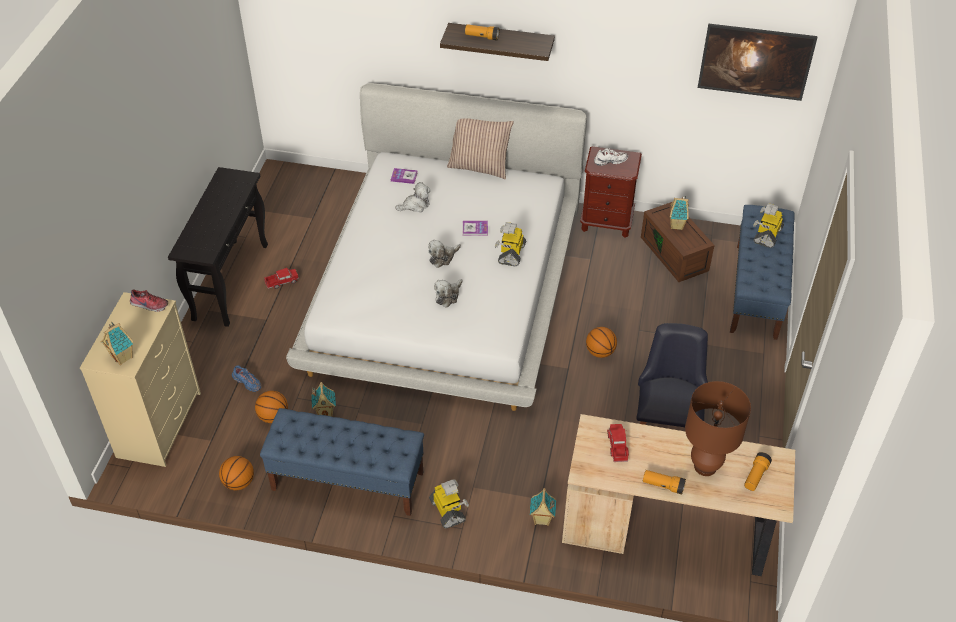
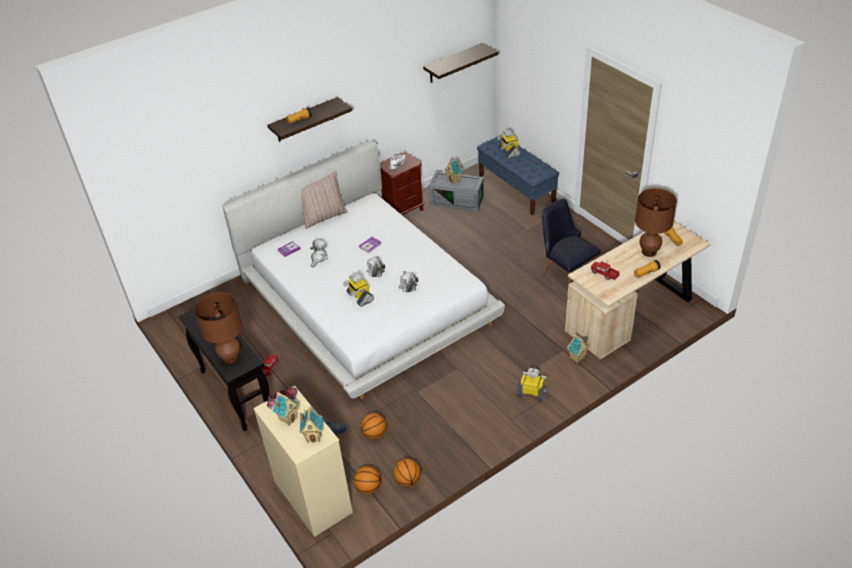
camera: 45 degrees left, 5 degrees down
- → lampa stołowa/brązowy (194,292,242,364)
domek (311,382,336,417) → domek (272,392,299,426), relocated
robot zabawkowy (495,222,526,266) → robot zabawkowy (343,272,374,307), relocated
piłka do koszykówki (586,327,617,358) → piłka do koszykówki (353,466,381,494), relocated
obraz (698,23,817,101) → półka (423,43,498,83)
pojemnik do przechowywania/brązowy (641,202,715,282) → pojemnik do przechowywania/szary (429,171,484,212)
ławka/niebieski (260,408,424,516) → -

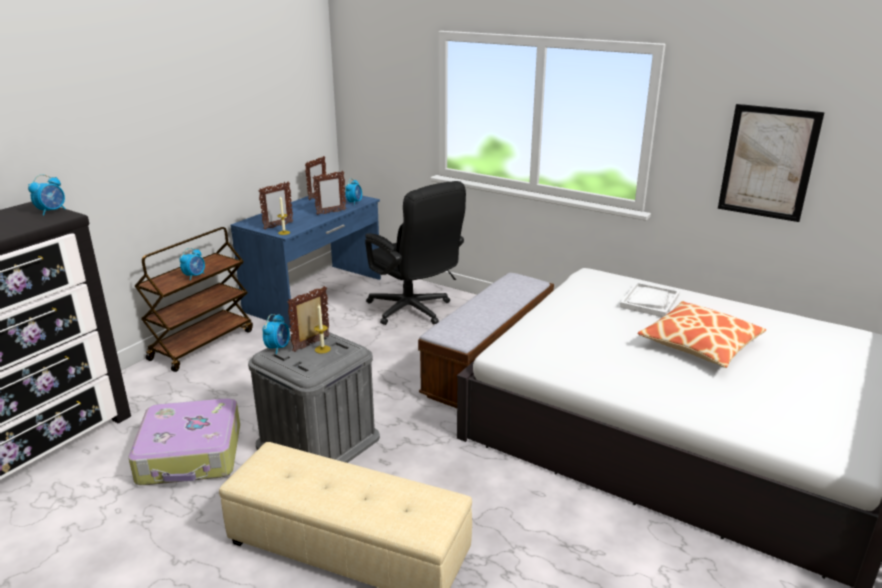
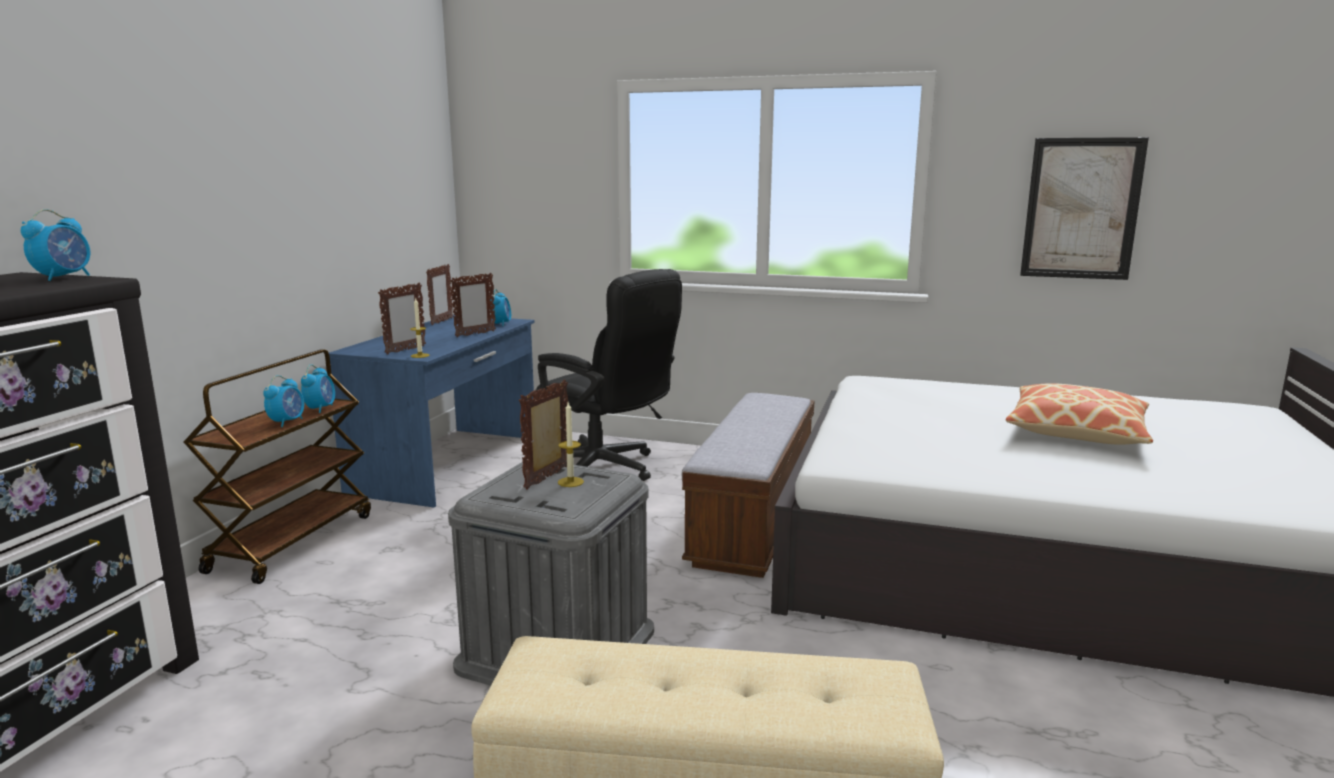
camera: 15 degrees left, 10 degrees down
budzik (262,314,290,354) → budzik (301,365,335,413), relocated
walizka (128,398,240,485) → -
taca/biały (620,282,680,317) → -

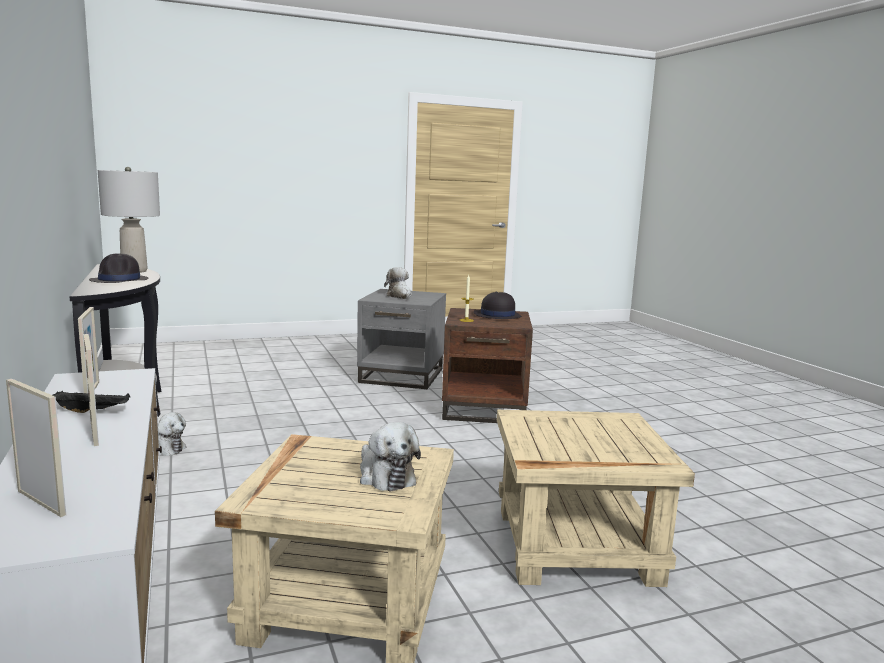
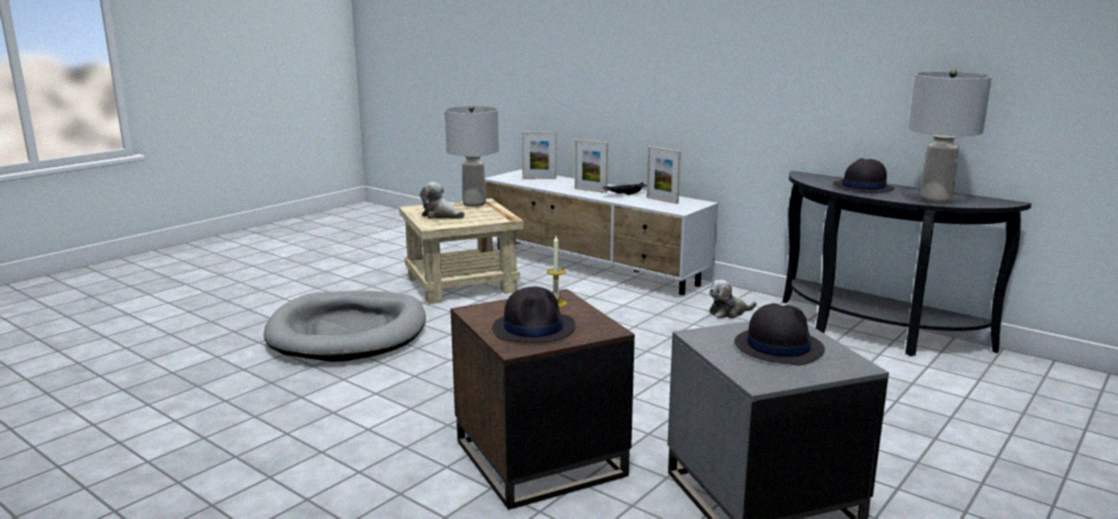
camera: 150 degrees right, 5 degrees up
stolik/beżowy (497,410,695,587) → legowisko/szary (264,291,426,362)
- → lampa stołowa/szary (445,105,499,207)
pluszak (384,267,412,300) → kapelusz/czarny (735,303,825,365)

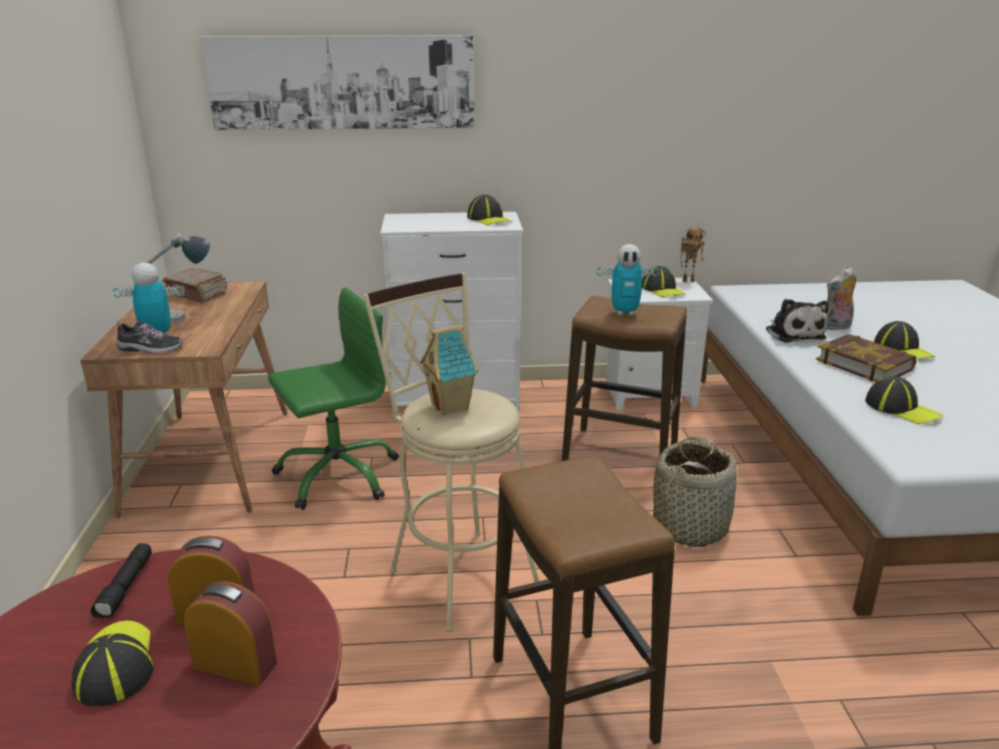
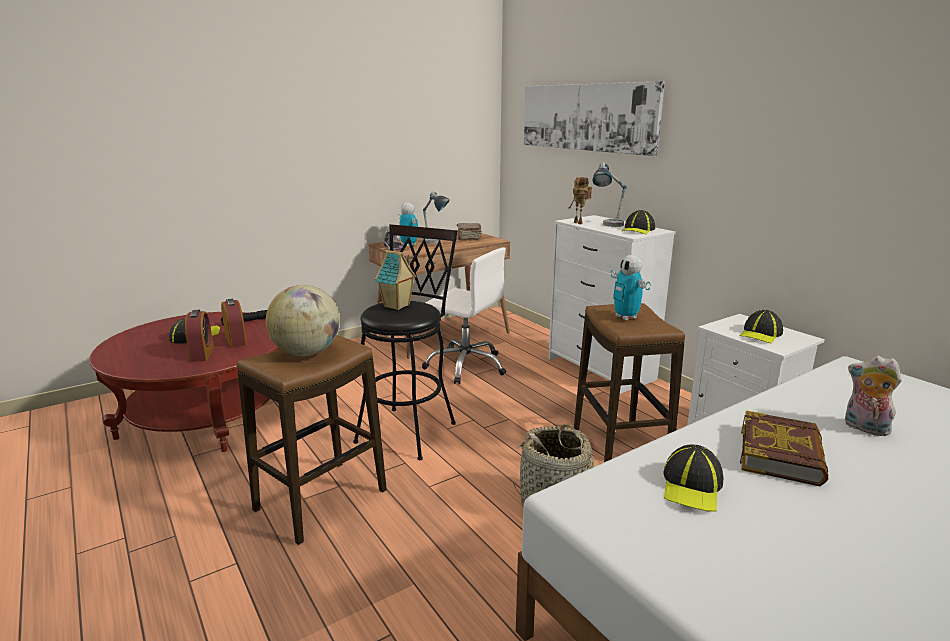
camera: 60 degrees right, 5 degrees down
- → globus (266,285,340,356)
stołek/beżowy (363,273,539,632) → stołek/czarny (353,224,457,460)
krzesło biurowe/zielony (268,287,399,510) → krzesło biurowe/biały (422,247,506,384)
robot zabawkowy (680,228,706,282) → robot zabawkowy (569,177,592,224), relocated
- → lampa stołowa (592,162,627,227)
pluszak (766,299,828,343) → -
czapka z daszkiem (874,321,935,359) → -

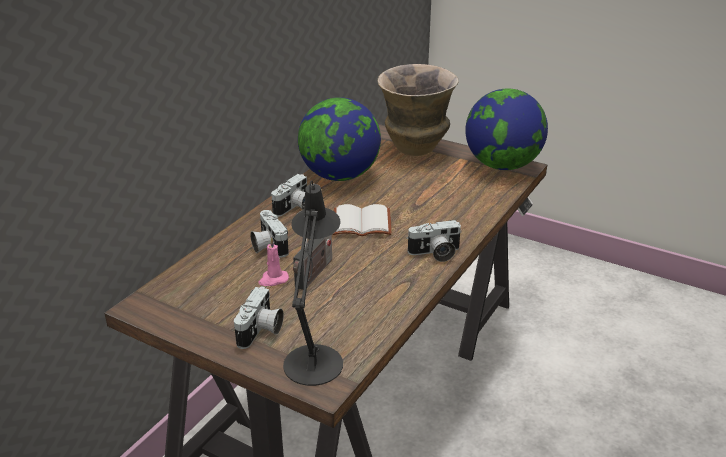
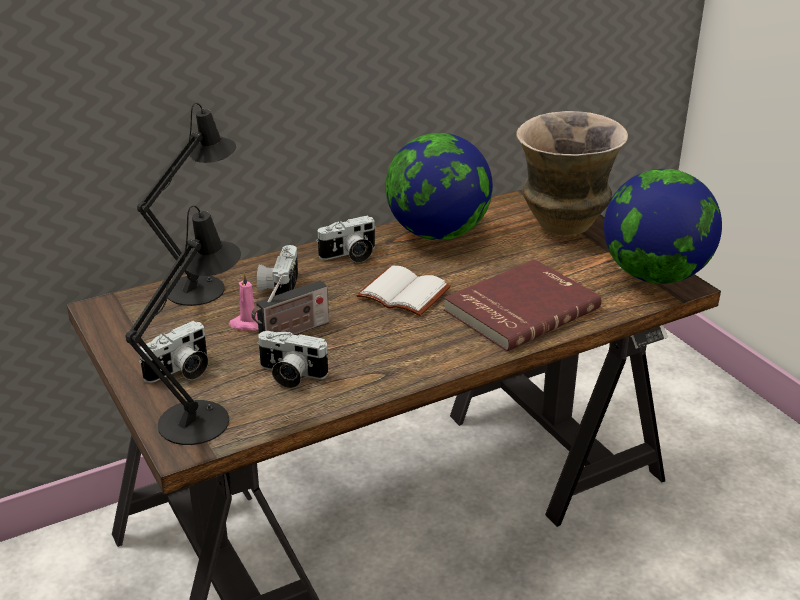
camera: 30 degrees right, 0 degrees up
- → lampa stołowa/czarny (137,103,236,306)
aparat fotograficzny (406,220,462,262) → aparat fotograficzny (257,331,330,388), relocated
- → książka/czerwony (444,260,602,351)

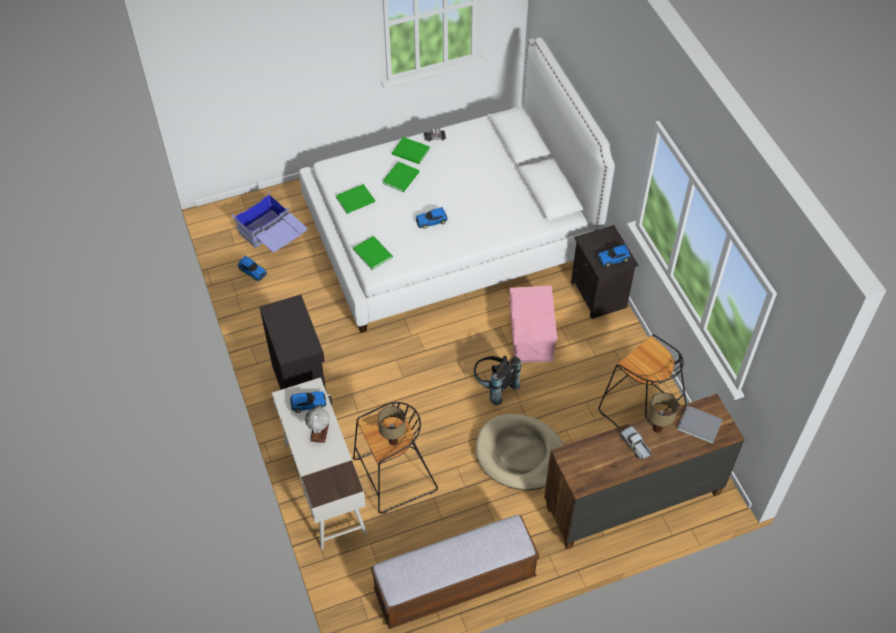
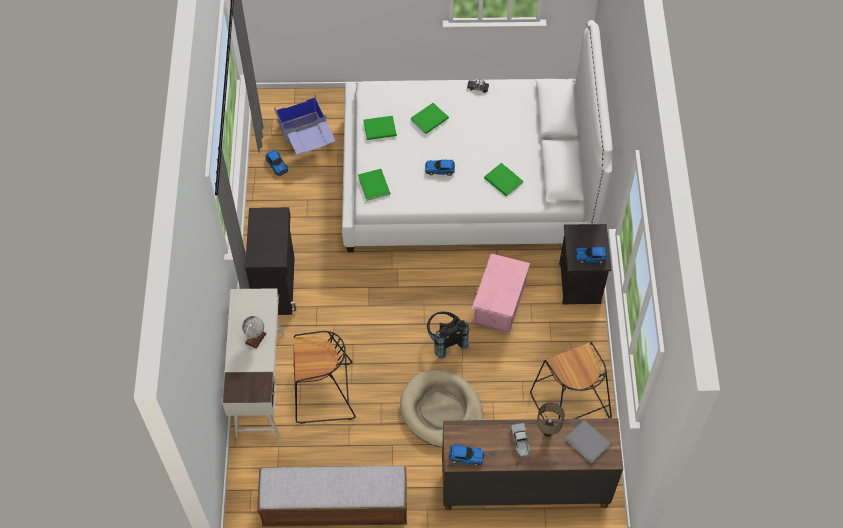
camera: 20 degrees right, 5 degrees up
samochodzik (290,391,326,413) → samochodzik (449,444,484,466), relocated
książka/zielony (392,137,430,164) → książka/zielony (484,163,523,196), relocated
lampa stołowa (378,406,406,445) → -

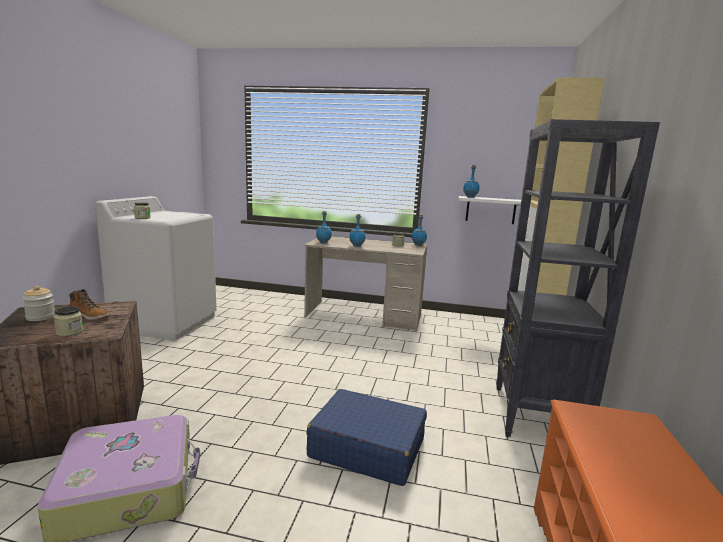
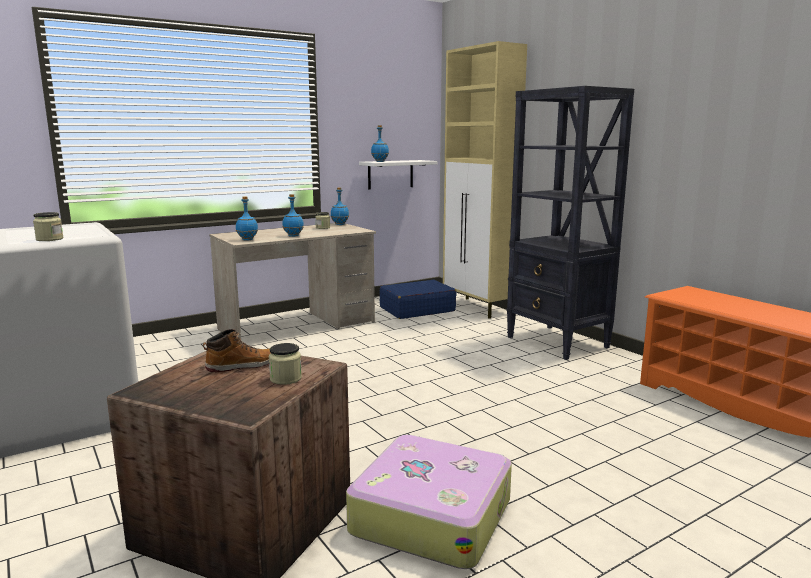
camera: 45 degrees left, 0 degrees up
walizka/niebieski (307,389,427,486) → walizka/niebieski (380,280,456,319), relocated
słoik (22,286,55,321) → -

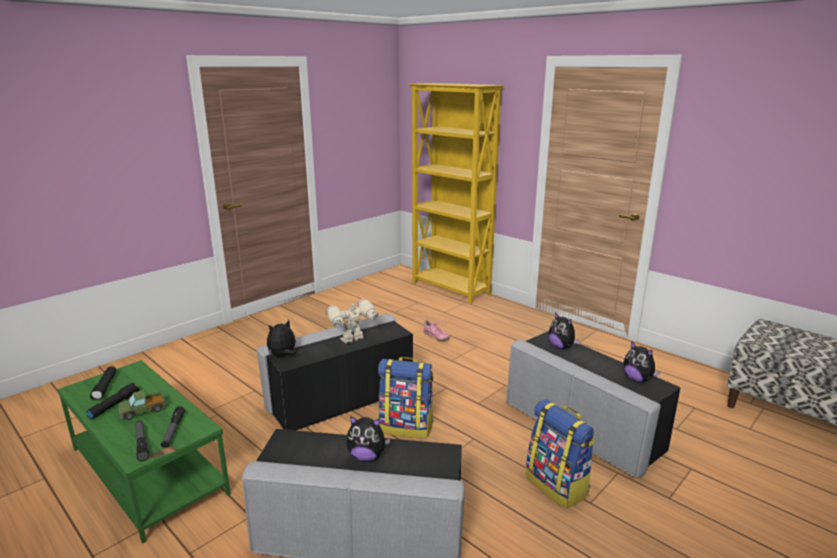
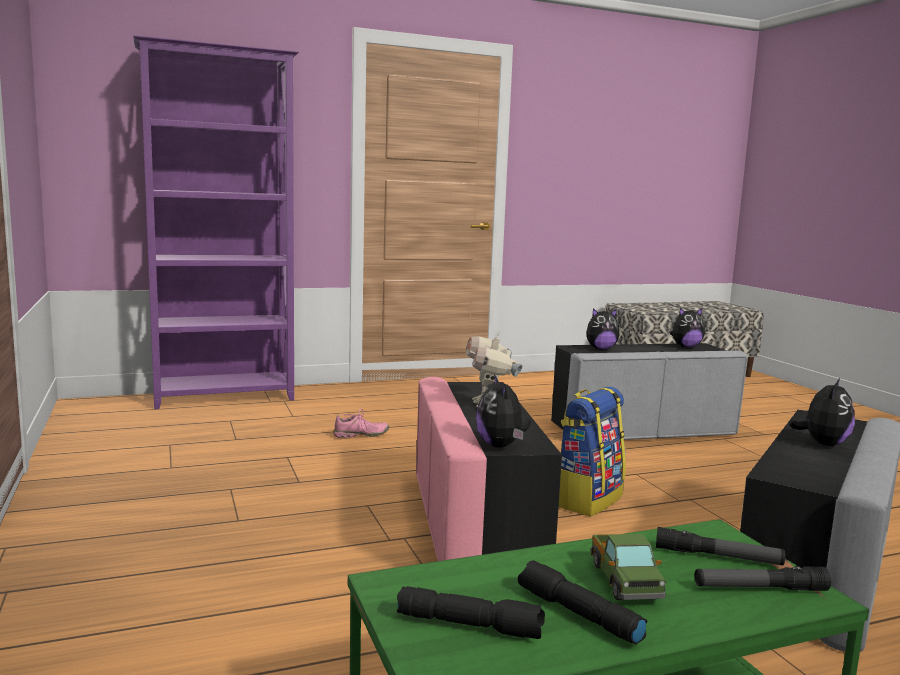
camera: 65 degrees left, 10 degrees down
regał/żółty (408,83,504,304) → regał/fioletowy (133,35,299,409)
pufa/szary (257,314,413,430) → pufa/różowy (416,377,562,561)
plecak (525,399,595,509) → -

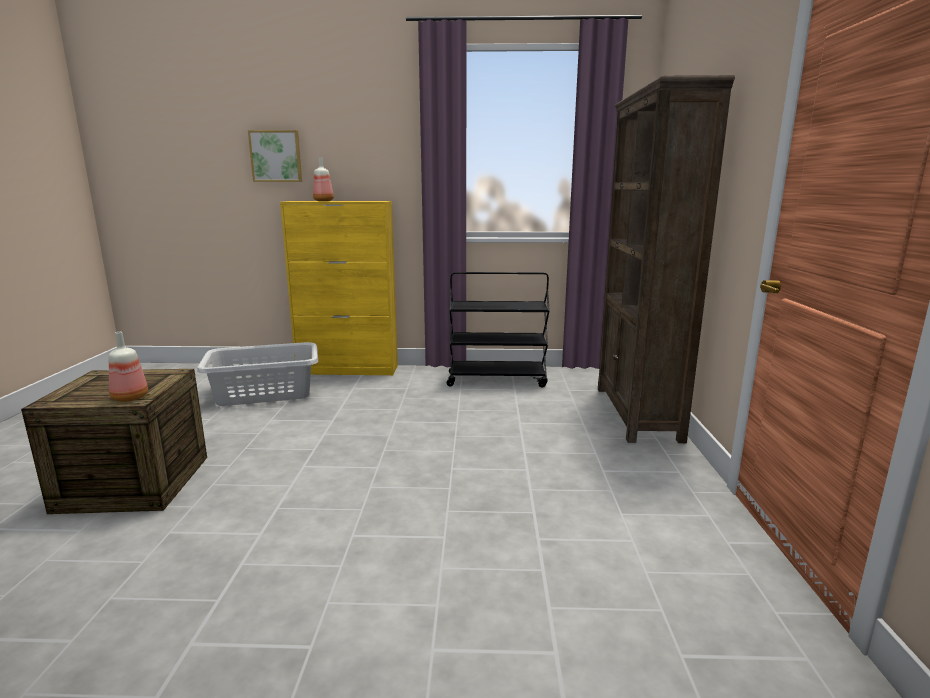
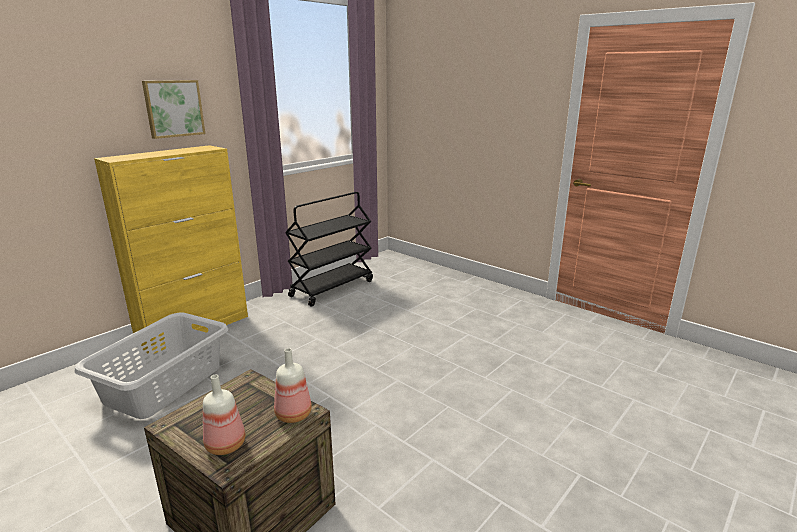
camera: 50 degrees left, 5 degrees up
obraz (248,130,302,182) → obraz (142,80,205,139), relocated
butelka (313,157,334,201) → butelka (203,374,246,455), relocated
regał/brązowy (598,75,735,443) → -

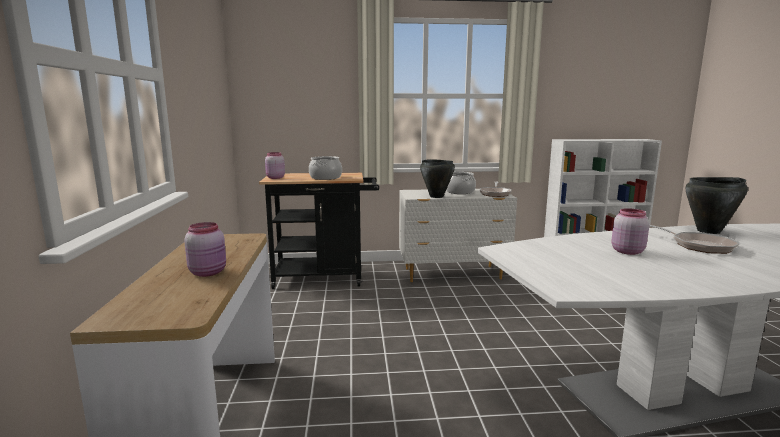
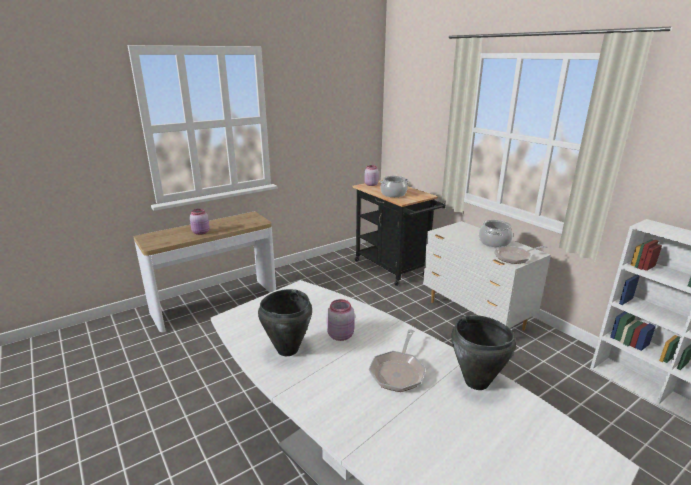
camera: 60 degrees right, 10 degrees up
garnek/czarny (420,160,455,198) → garnek/czarny (258,289,312,356), relocated

